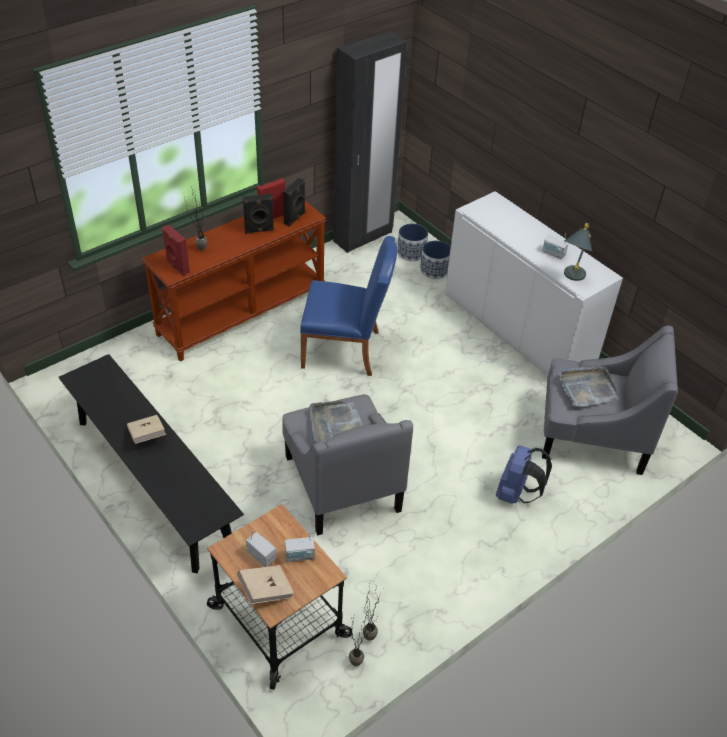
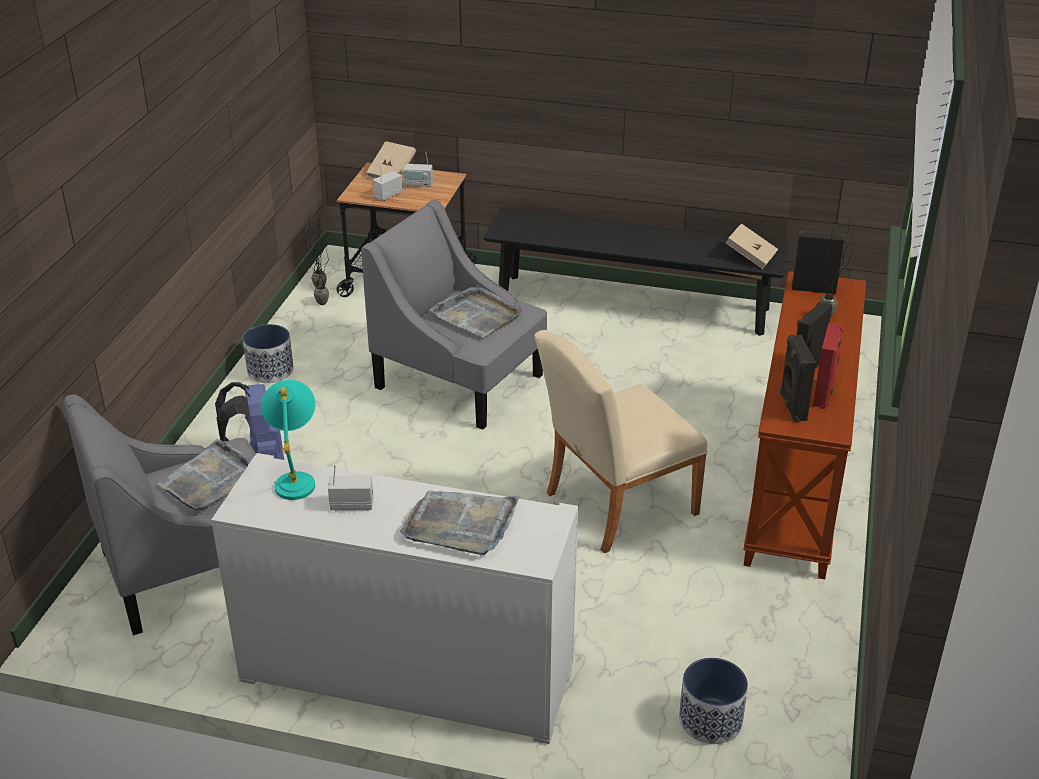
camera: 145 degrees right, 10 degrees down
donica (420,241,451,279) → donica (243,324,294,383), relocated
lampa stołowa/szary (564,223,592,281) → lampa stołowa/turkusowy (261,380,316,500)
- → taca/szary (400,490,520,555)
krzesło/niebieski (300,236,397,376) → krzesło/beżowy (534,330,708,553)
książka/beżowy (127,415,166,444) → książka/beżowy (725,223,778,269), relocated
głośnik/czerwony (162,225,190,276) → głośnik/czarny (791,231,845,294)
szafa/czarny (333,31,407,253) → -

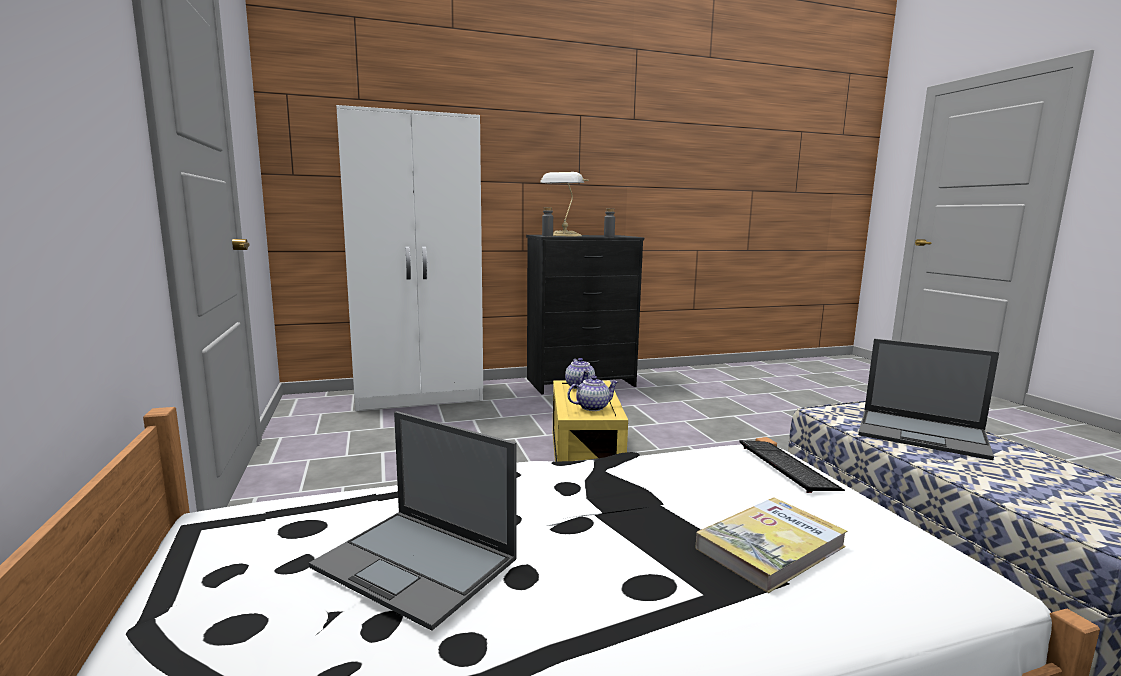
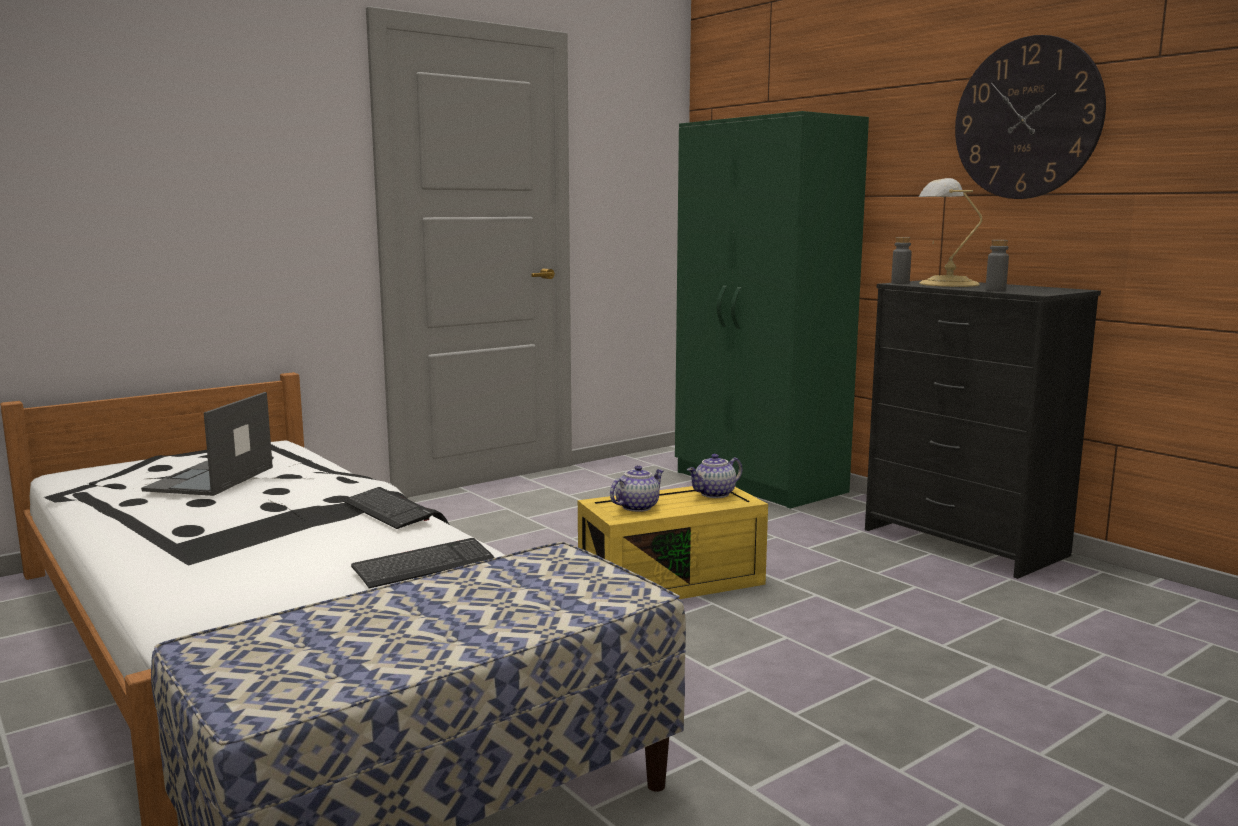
camera: 70 degrees right, 0 degrees up
- → klawiatura (343,487,434,529)
imbryk (567,376,618,411) → imbryk (610,465,664,512), 90 degrees counterclockwise
szafa/biały (336,105,483,411) → szafa/zielony (675,111,869,509)
- → zegar ścienny (955,35,1106,199)
książka (695,497,847,593) → -
laptop (858,339,999,460) → -

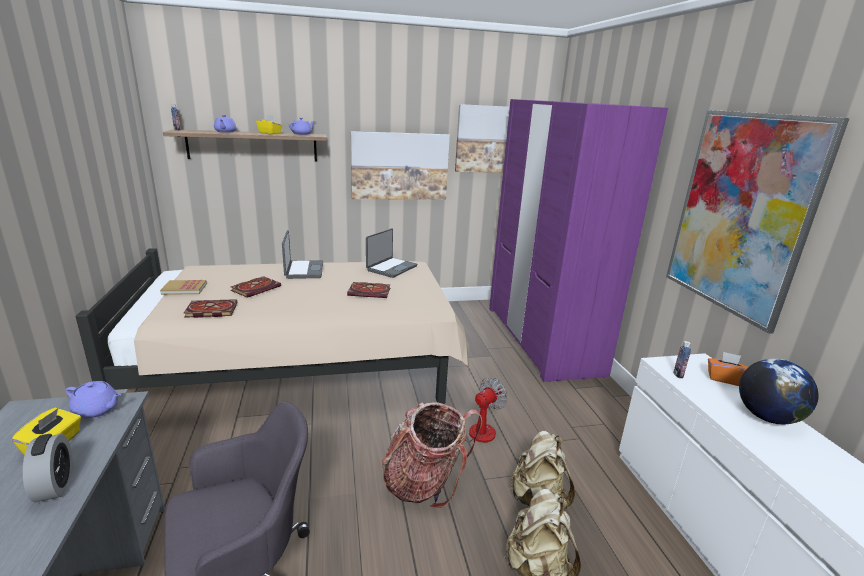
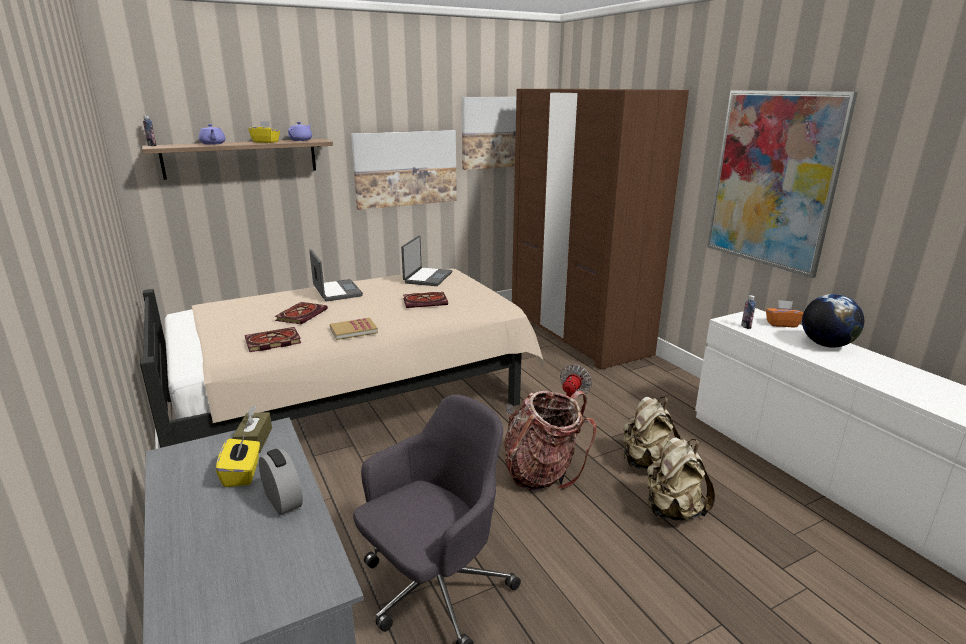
camera: 15 degrees left, 0 degrees up
imbryk/fioletowy (66,381,121,419) → pudełko chusteczek/brązowy (232,406,272,453)
książka (160,280,207,295) → książka (330,318,378,340), relocated
szafa/fioletowy (489,99,668,382) → szafa/brązowy (512,89,689,369)

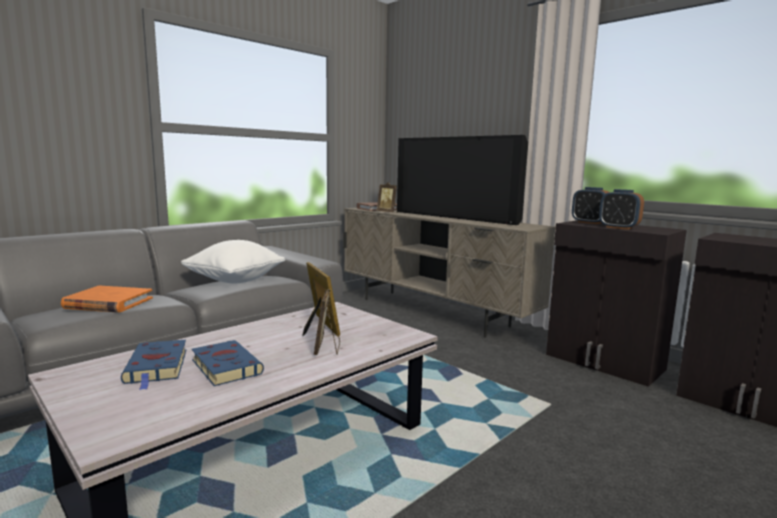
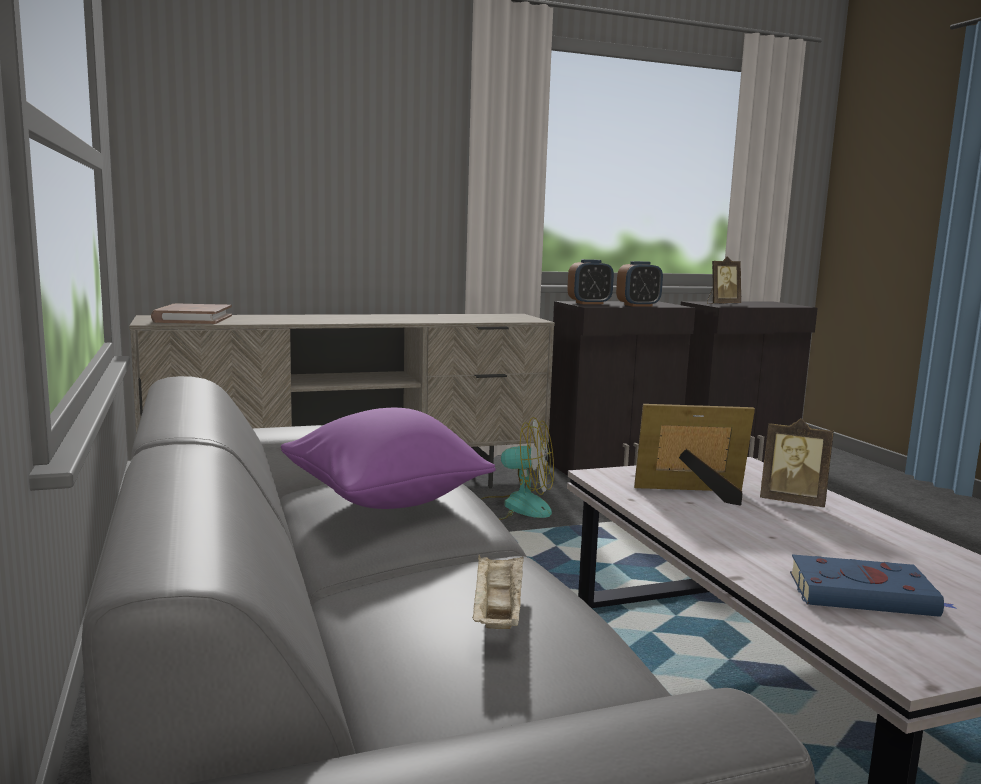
camera: 65 degrees left, 0 degrees up
poduszka/biały (181,240,285,284) → poduszka/fioletowy (281,408,496,509)
książka/pomarańczowy (61,286,153,313) → taca/beżowy (472,555,524,629)
- → wentylator (481,417,554,520)
ramka na zdjęcie (377,182,398,213) → ramka na zdjęcie (707,256,741,304), relocated
książka/niebieski (192,340,264,386) → -
telewizor (397,135,528,225) → -

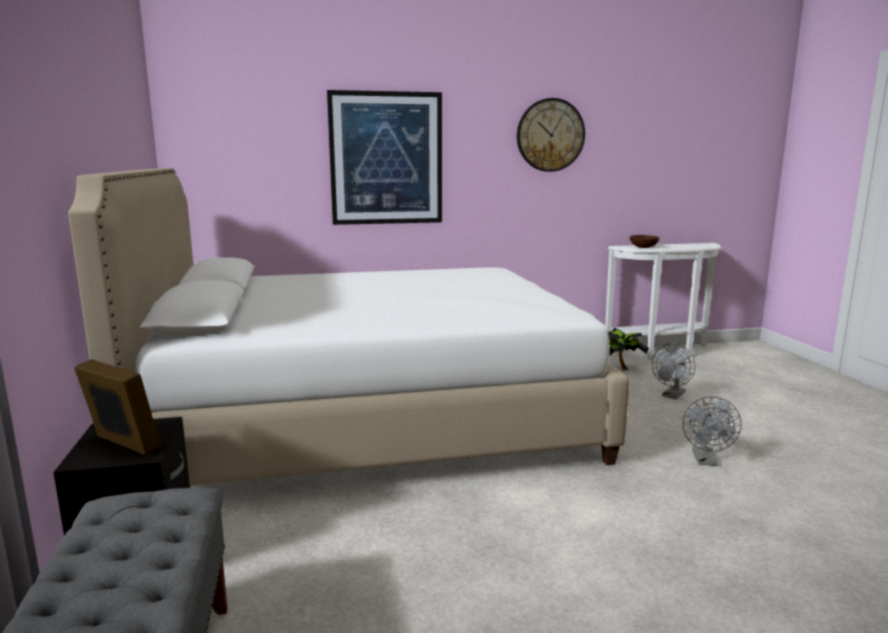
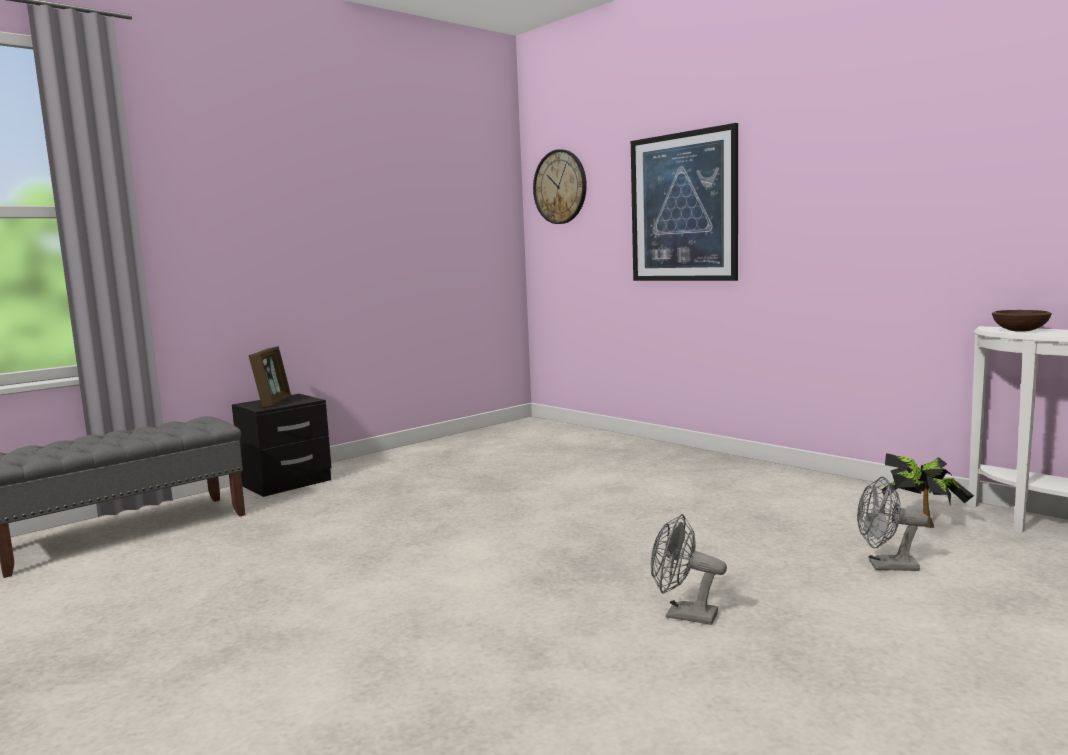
camera: 60 degrees right, 5 degrees down
zegar ścienny (517,98,585,172) → zegar ścienny (533,149,587,224), relocated
wentylator/szary (683,397,742,466) → wentylator/szary (651,514,727,625), 45 degrees clockwise
łóżko/biały (68,168,630,486) → -

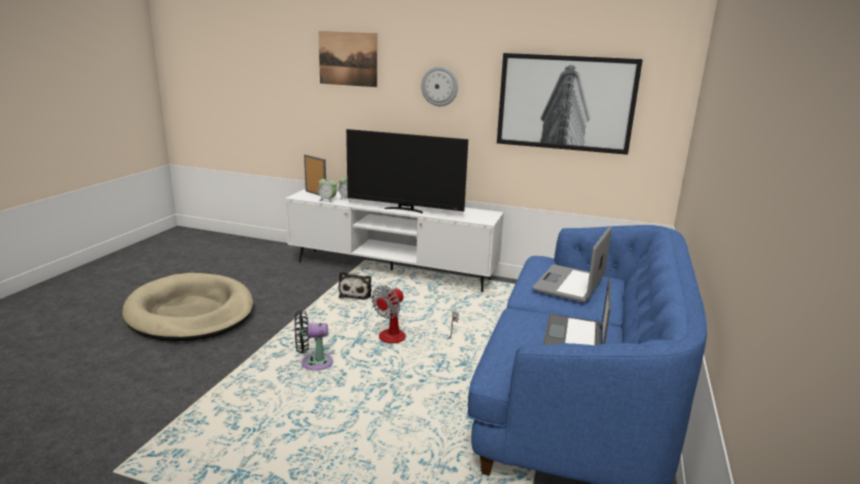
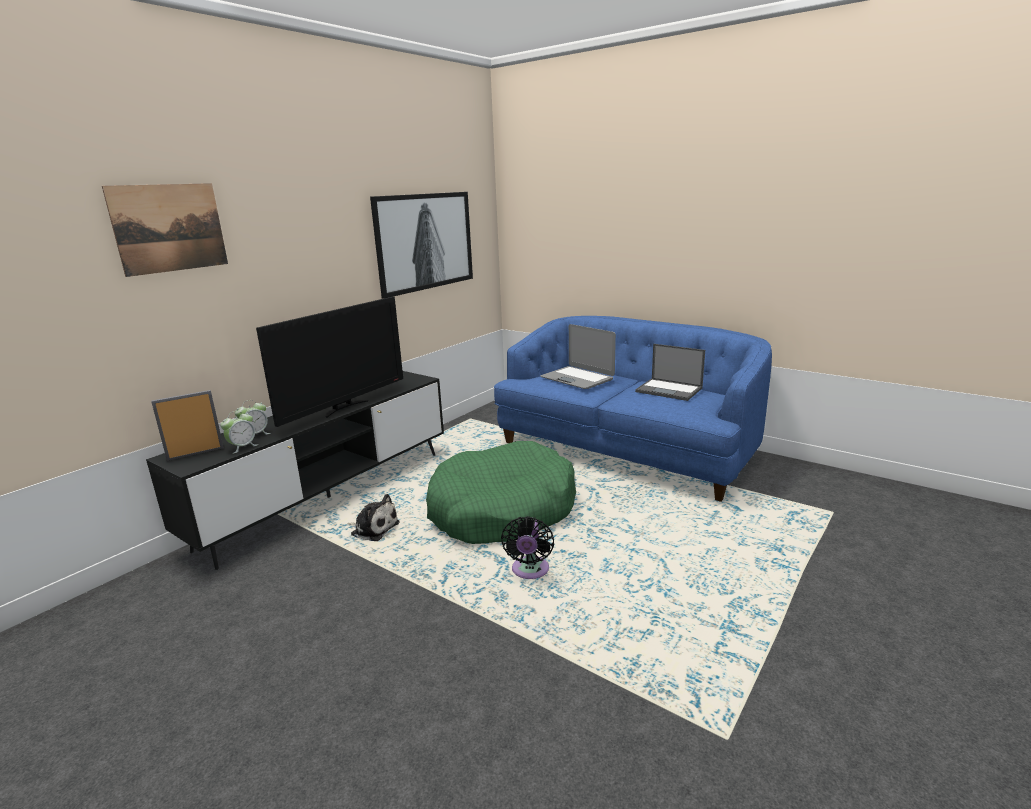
camera: 70 degrees left, 0 degrees up
szafka pod telewizor/biały (285,189,504,292) → szafka pod telewizor/czarny (146,371,444,570)
wentylator (372,286,458,343) → legowisko/zielony (426,441,576,544)
legowisko/beżowy (122,273,254,341) → -
zegar ścienny (421,66,458,106) → -

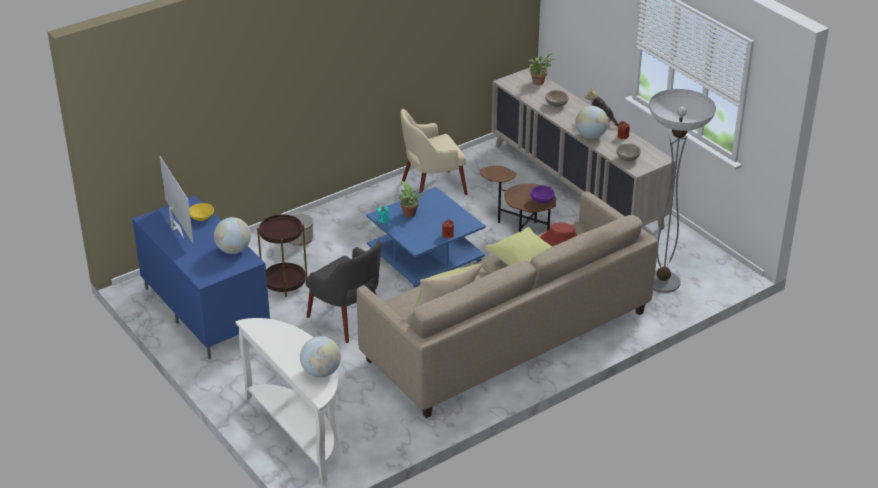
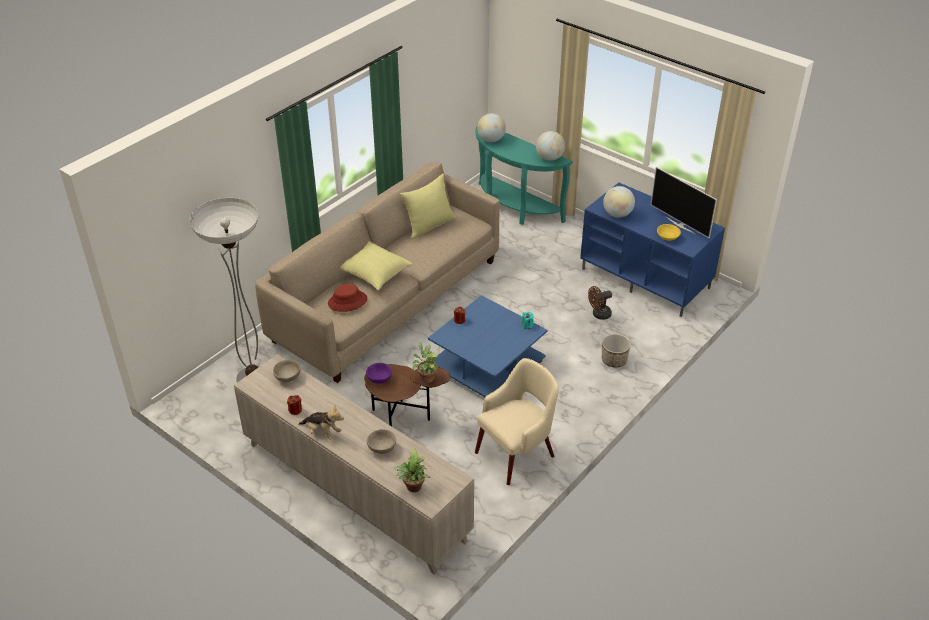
camera: 165 degrees right, 5 degrees up
roślina doniczkowa (399,181,425,217) → roślina doniczkowa (412,342,439,383), relocated
stolik konsolowy/biały (235,318,338,483) → stolik konsolowy/turkusowy (475,126,573,225)
globus (575,106,608,139) → globus (536,131,565,161), relocated
stolik/brązowy (257,213,307,297) → wentylator/brązowy (588,286,612,320)
fotel/szary (306,241,382,343) → -

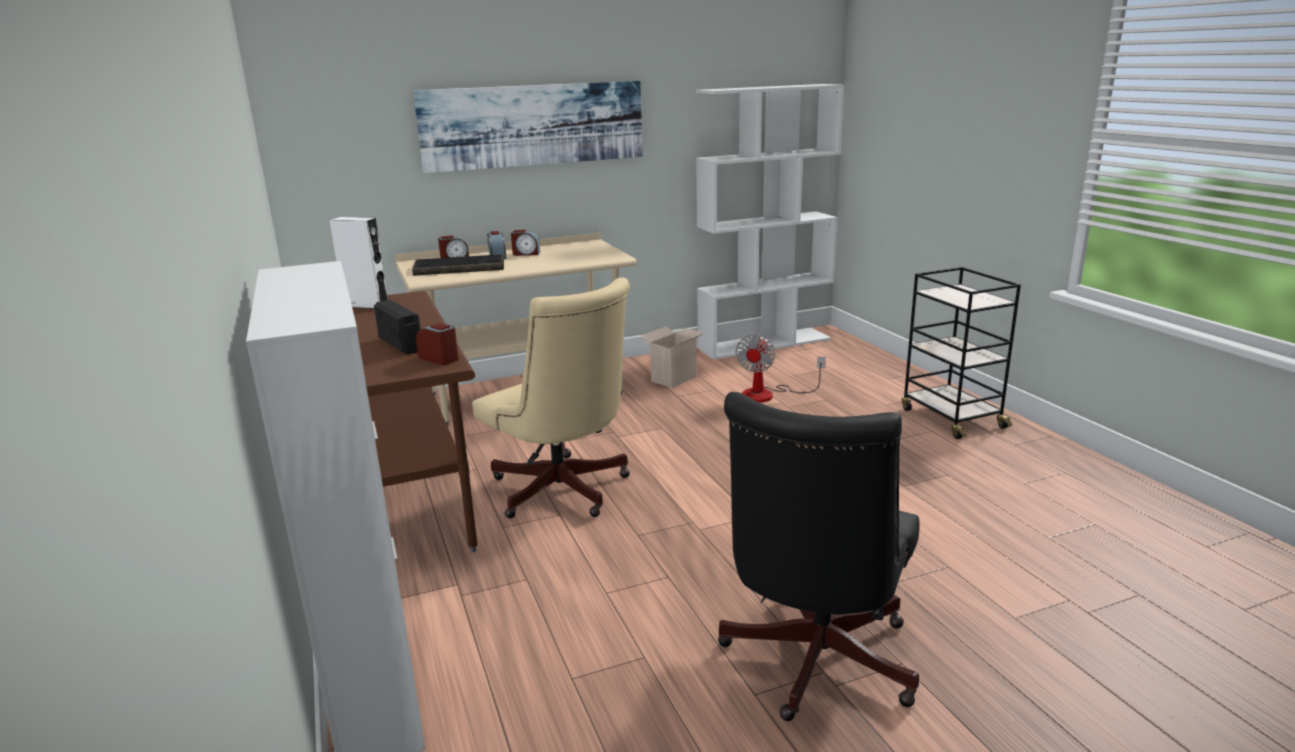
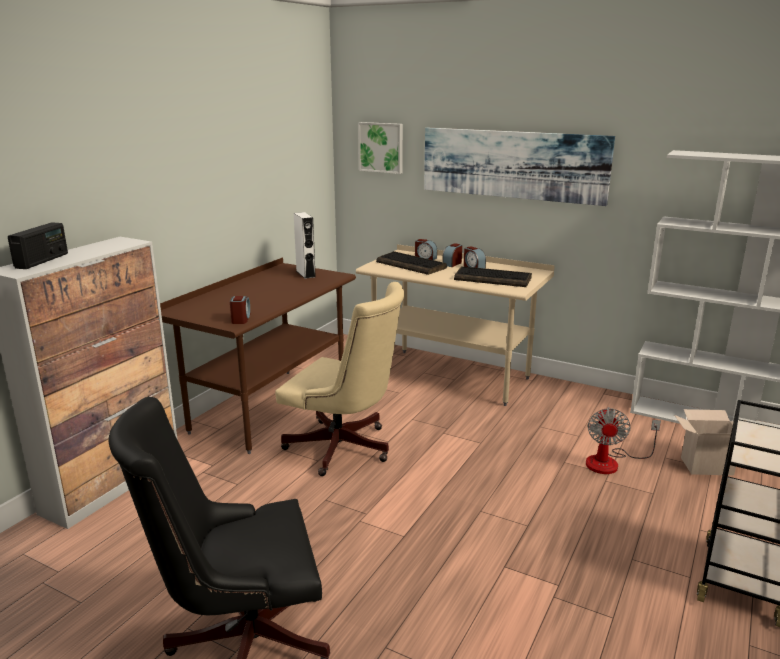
camera: 50 degrees right, 0 degrees up
radio (374,300,420,355) → radio (8,222,68,269), relocated
krzesło biurowe/beżowy (472,277,630,519) → krzesło biurowe/beżowy (275,282,404,476), 75 degrees counterclockwise
- → obraz (358,122,403,174)
- → klawiatura (454,266,532,287)
wentylator (736,334,826,403) → wentylator (586,407,661,474), 60 degrees counterclockwise
karton (641,326,704,388) → karton (674,409,747,476), relocated

